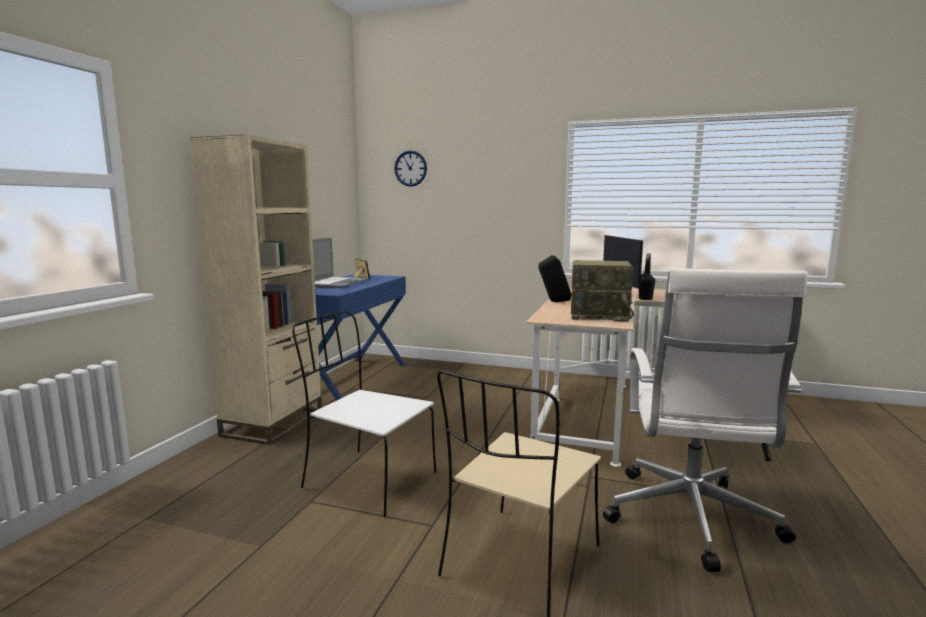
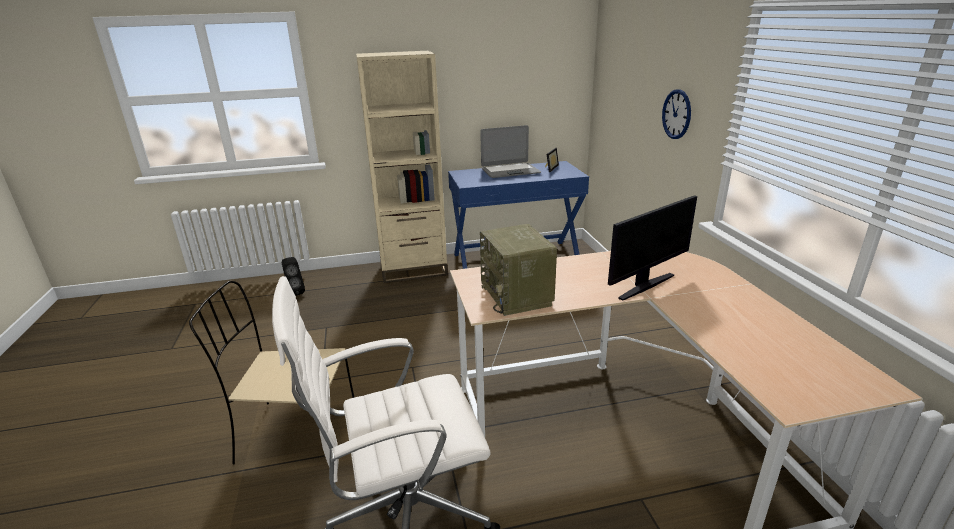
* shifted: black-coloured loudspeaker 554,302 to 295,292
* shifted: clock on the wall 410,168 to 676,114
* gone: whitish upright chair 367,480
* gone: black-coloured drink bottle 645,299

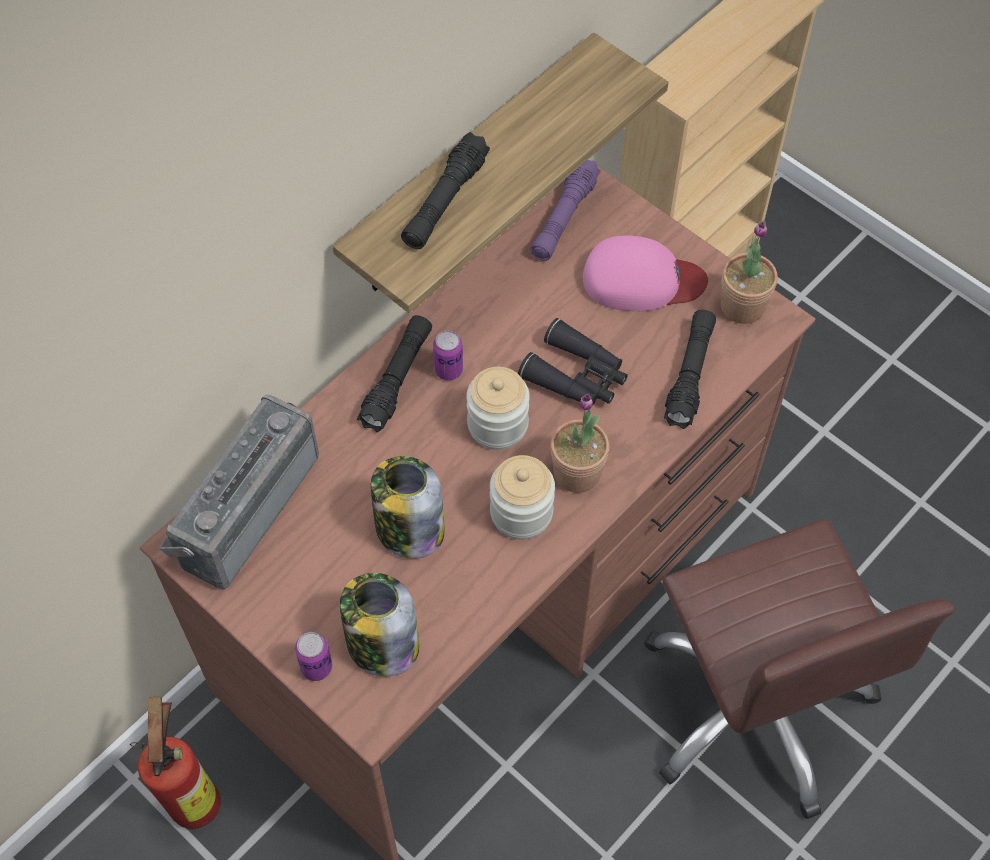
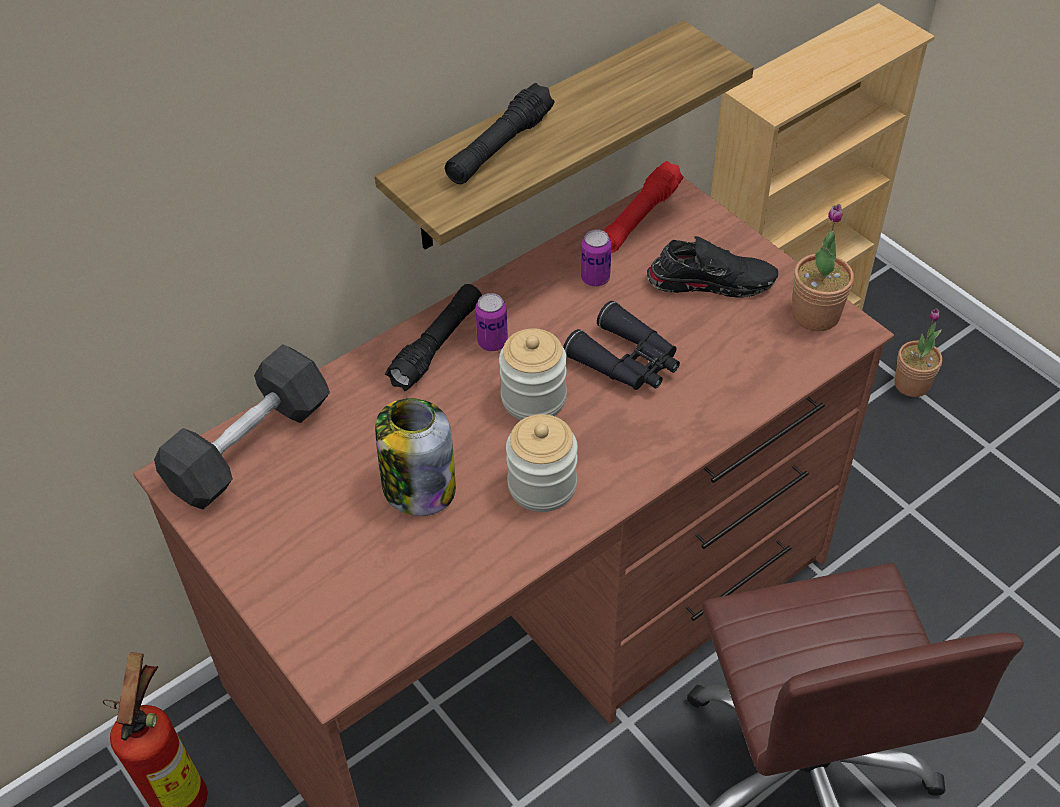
* swapped: radio set 243,507 to black-coloured dumbbell 249,446
* shifted: can 316,667 to 595,278
* repainted: purplish torch 564,218 to reddish torch 639,218
* swapped: pink peaked cap 641,280 to black-coloured low shoe 711,280
* shifted: potted plant 577,472 to 912,384
* gone: jar 381,643
* gone: black-coloured torch 690,375

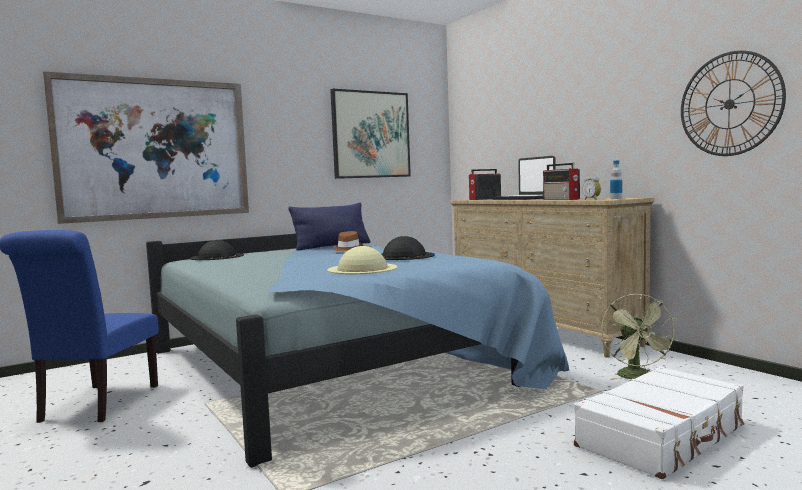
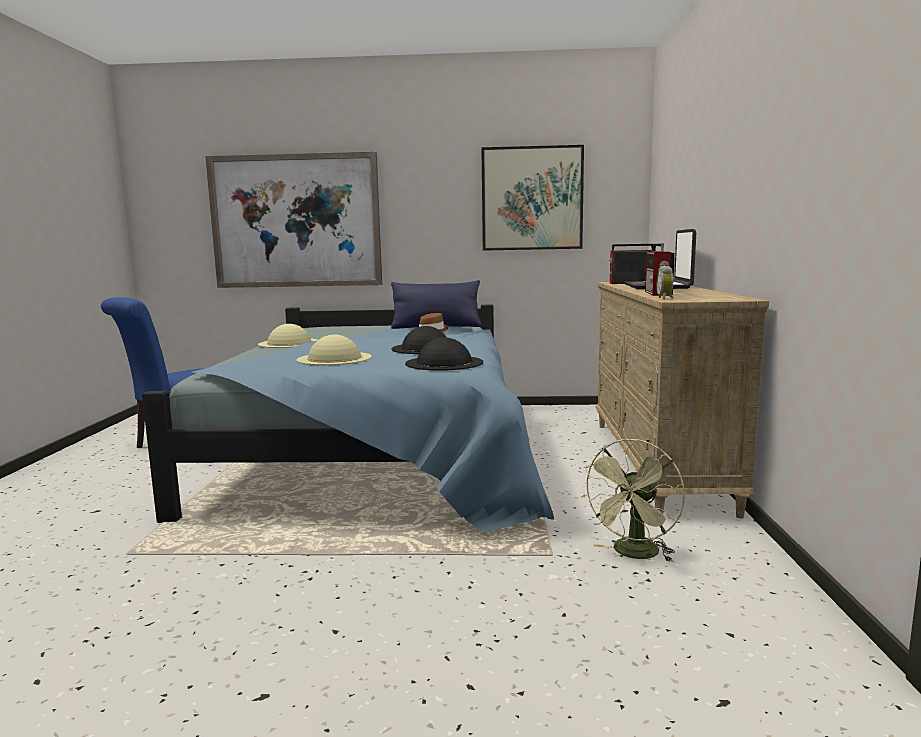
* new: beige-coloured clothing hat 289,343
* shifted: black-coloured clothing hat 217,256 to 444,363
* gone: whitish suitcase 662,436
* gone: drink bottle 616,198
* gone: clock on the wall 729,104

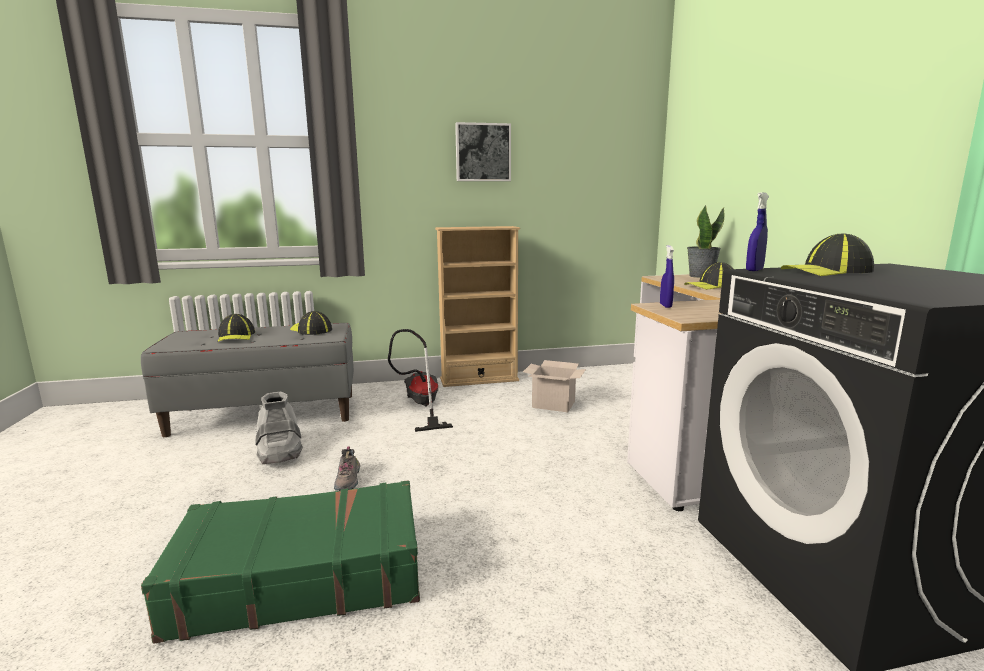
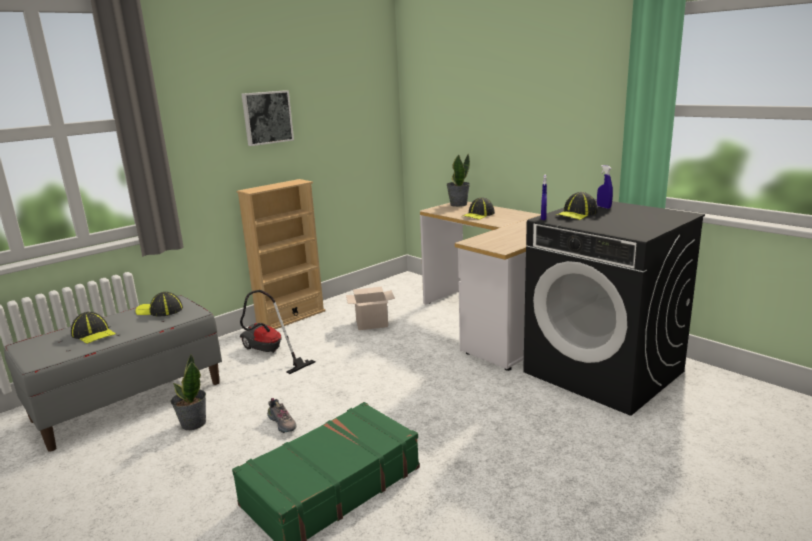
* swapped: greyish high-top boot 280,451 to potted plant 193,423
* shifted: blue-coloured sprayer 665,306 to 603,207

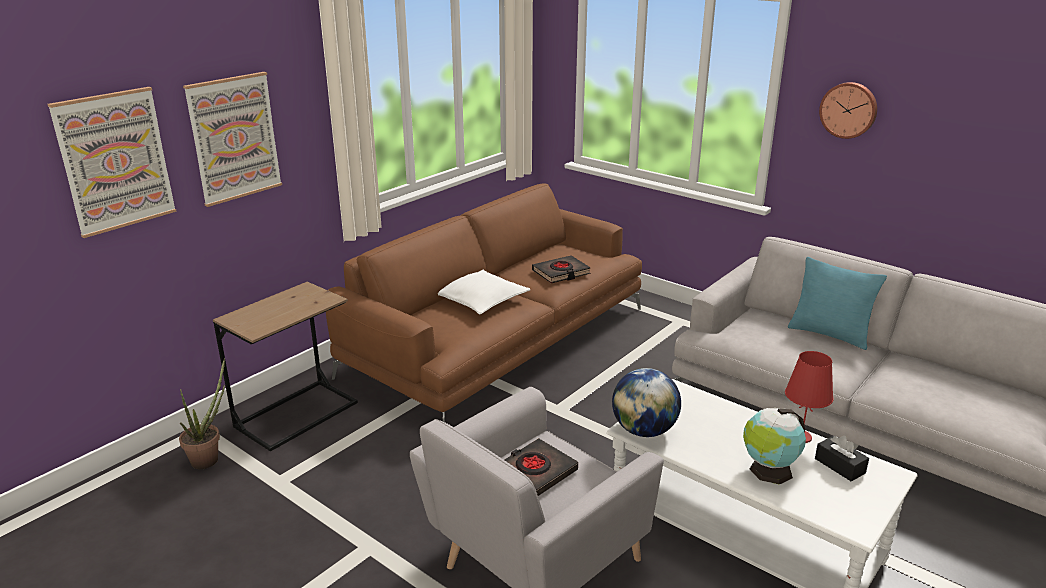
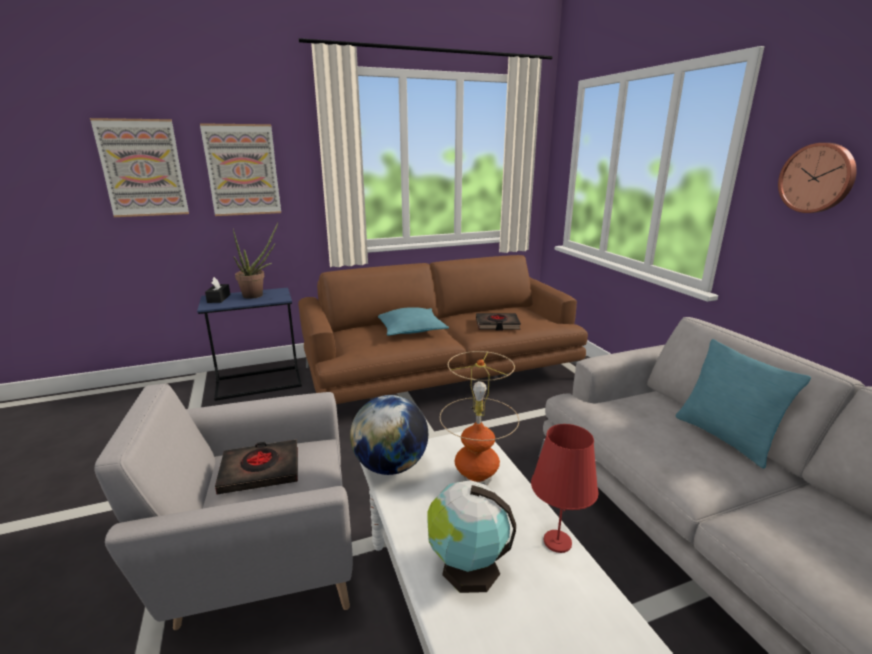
* repainted: brownish side table 296,414 to blue-coloured side table 259,383
* shifted: black-coloured tissue box 839,466 to 219,298
* shifted: potted plant 209,458 to 257,295
* repainted: whitish pillow 481,300 to blue-green pillow 411,329
* new: tabletop lamp 476,478

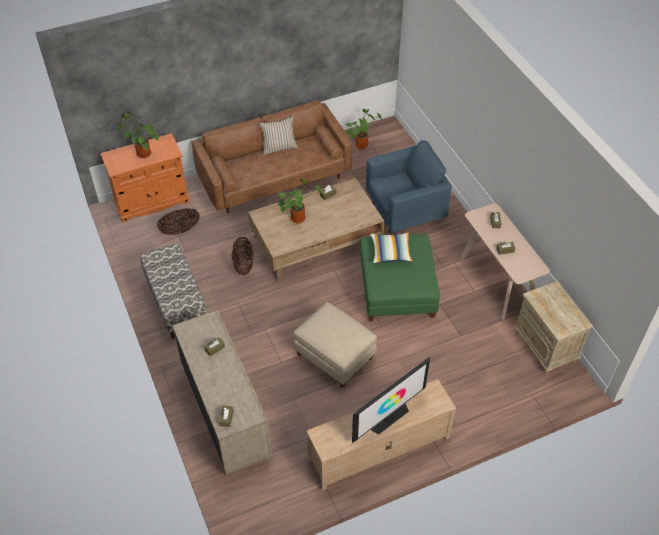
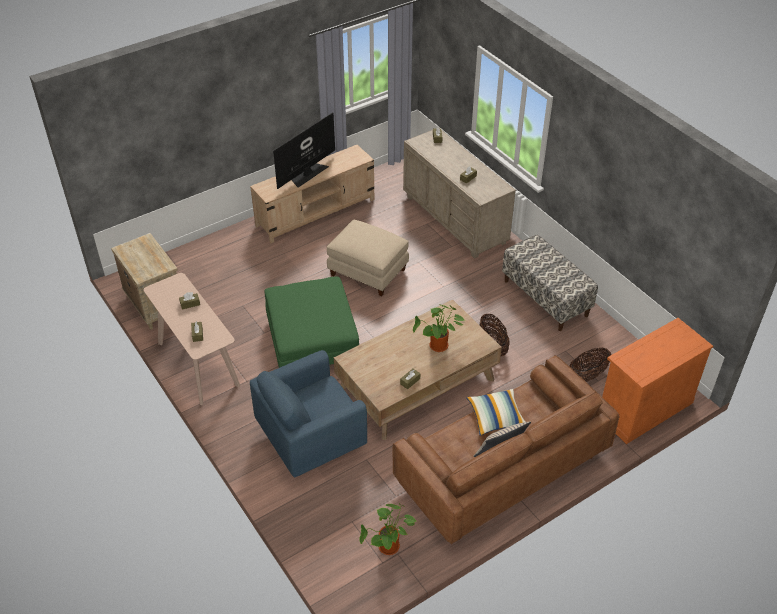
* shifted: pillow 391,252 to 496,417
* gone: potted plant 142,154

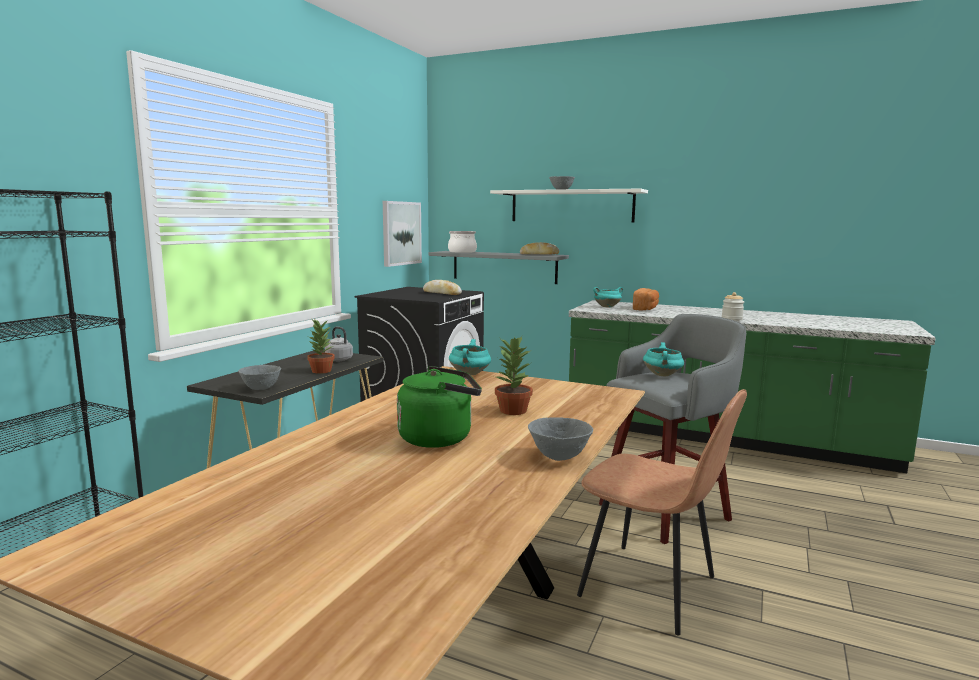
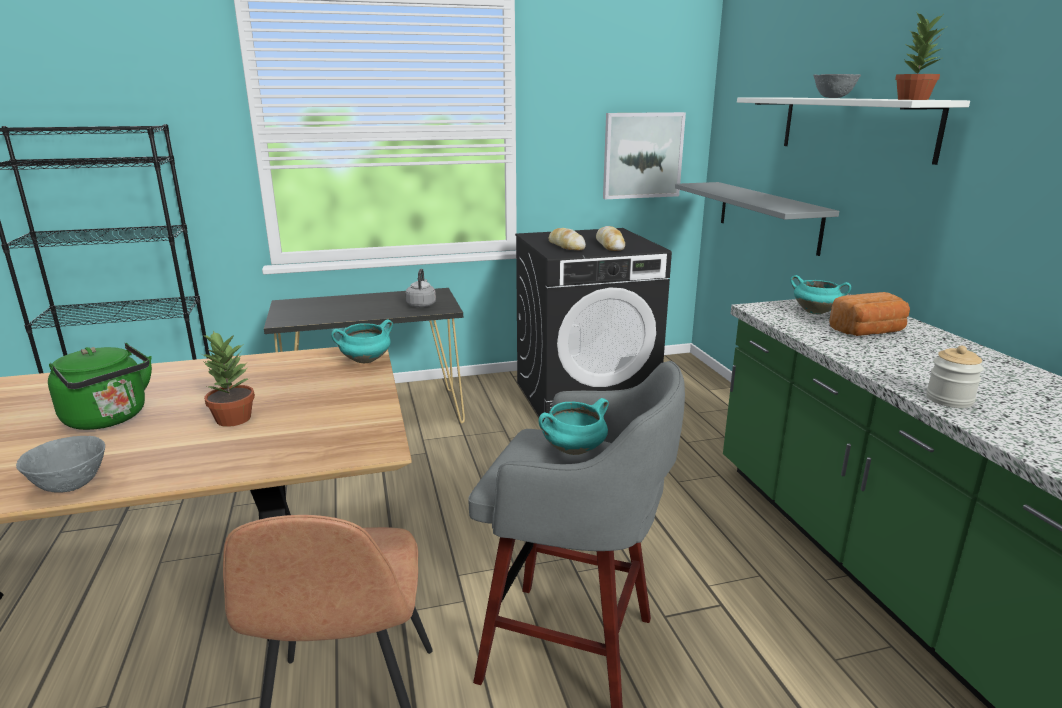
* shifted: bread 539,254 to 566,246
* shifted: potted plant 321,371 to 912,99
* gone: greyish bowl 261,388
* gone: stockpot 462,252

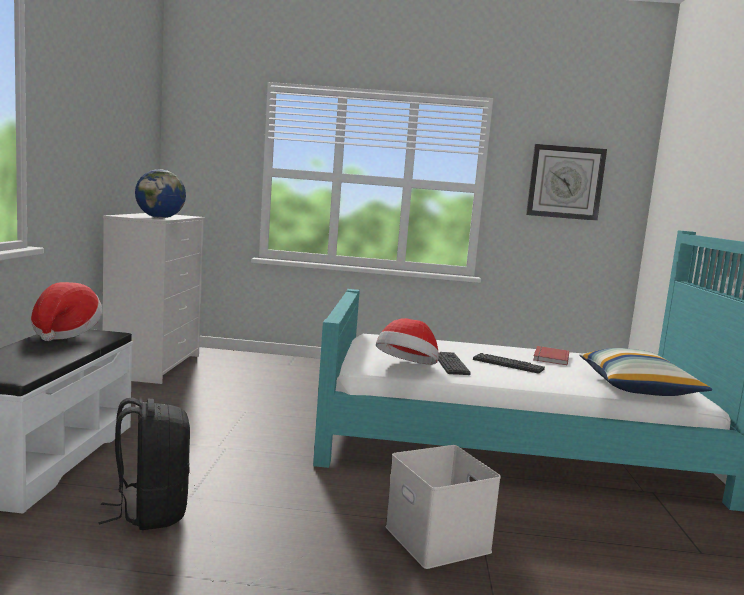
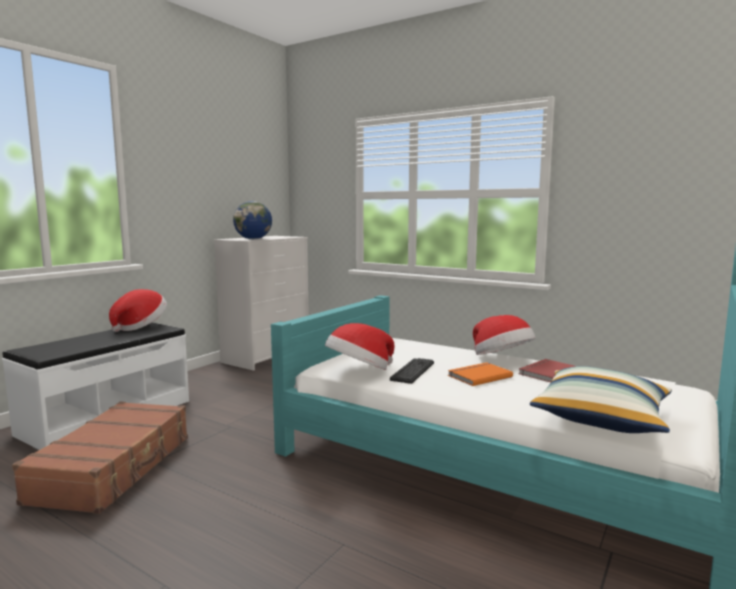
* swapped: black-coloured backpack 150,512 to brownish suitcase 115,468
* swapped: computer keyboard 508,364 to orange-coloured volume 478,376
* new: clothing hat 501,359
* gone: whitish storage box 434,538
* gone: clock on the wall 565,182

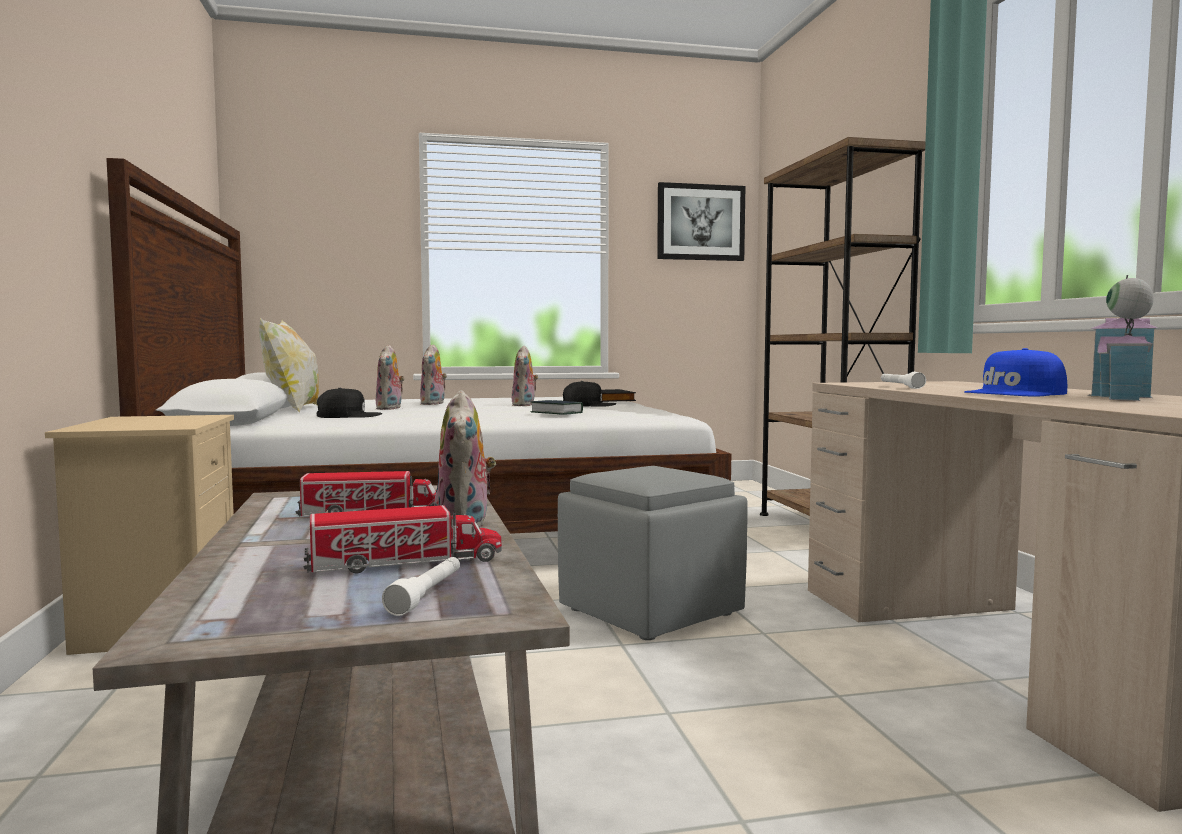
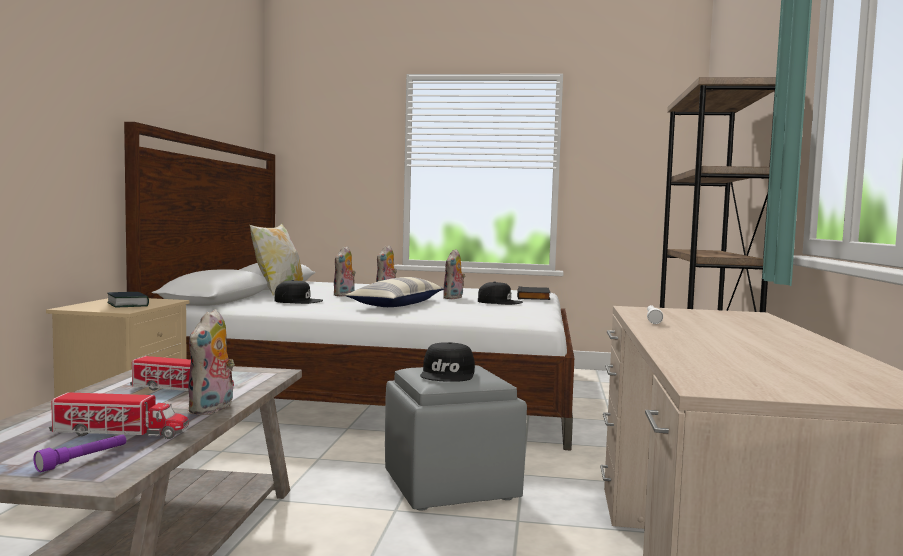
* repainted: whitish torch 427,596 to purplish torch 83,460
* shifted: volume 556,413 to 127,304
* new: pillow 397,304
* new: black-coloured peaked cap 448,374
* gone: wall art 700,222
* gone: blue-coloured peaked cap 1016,393
* gone: miniature house 1120,397

